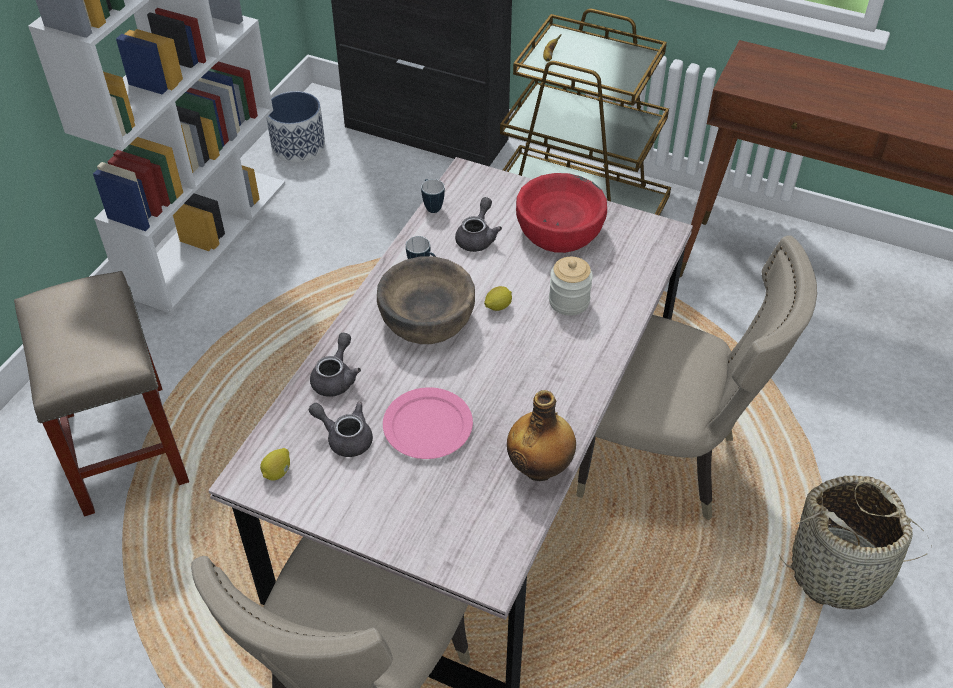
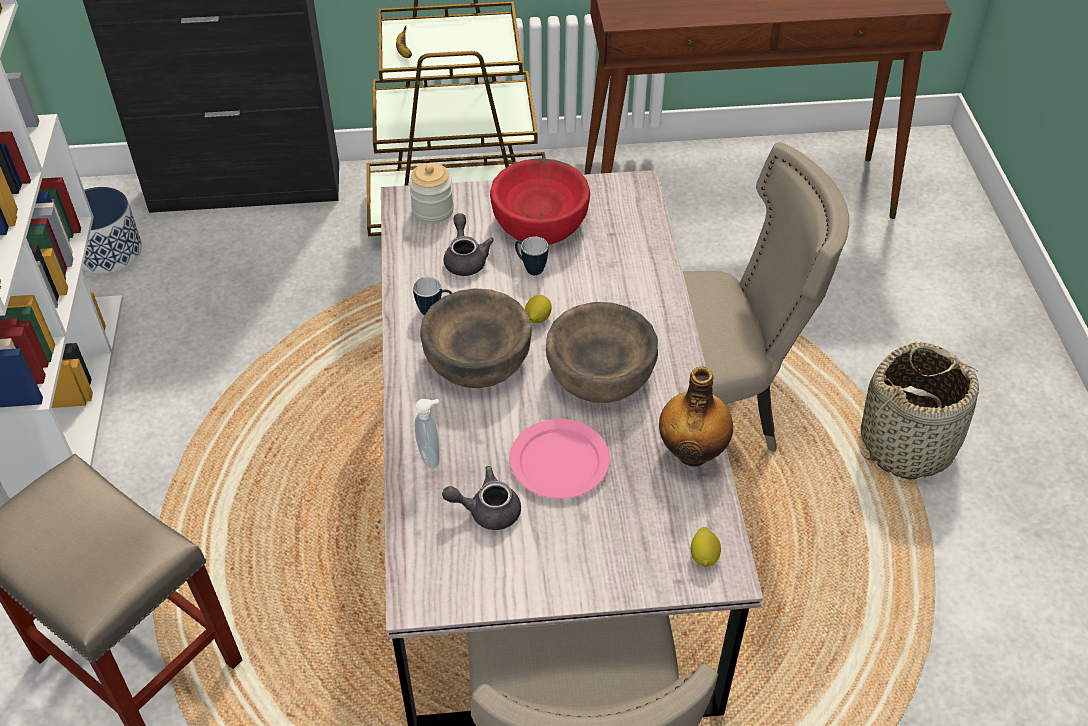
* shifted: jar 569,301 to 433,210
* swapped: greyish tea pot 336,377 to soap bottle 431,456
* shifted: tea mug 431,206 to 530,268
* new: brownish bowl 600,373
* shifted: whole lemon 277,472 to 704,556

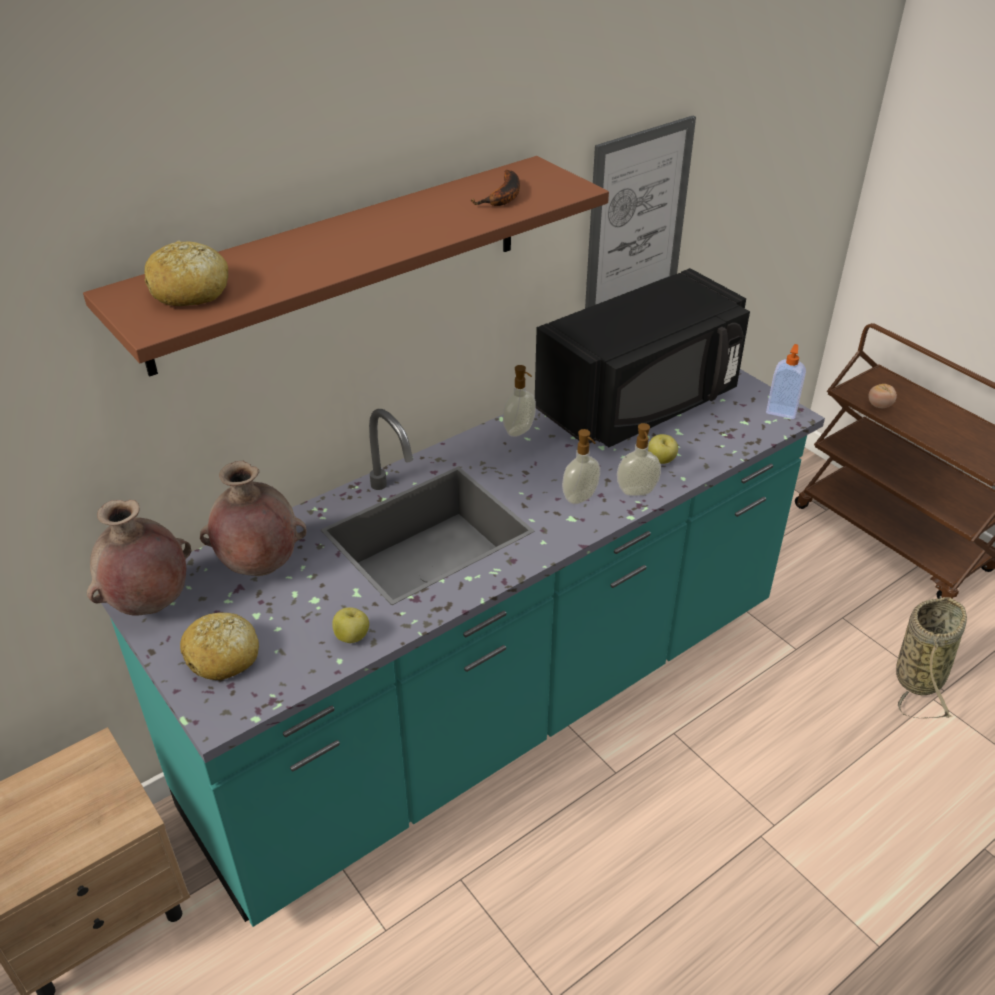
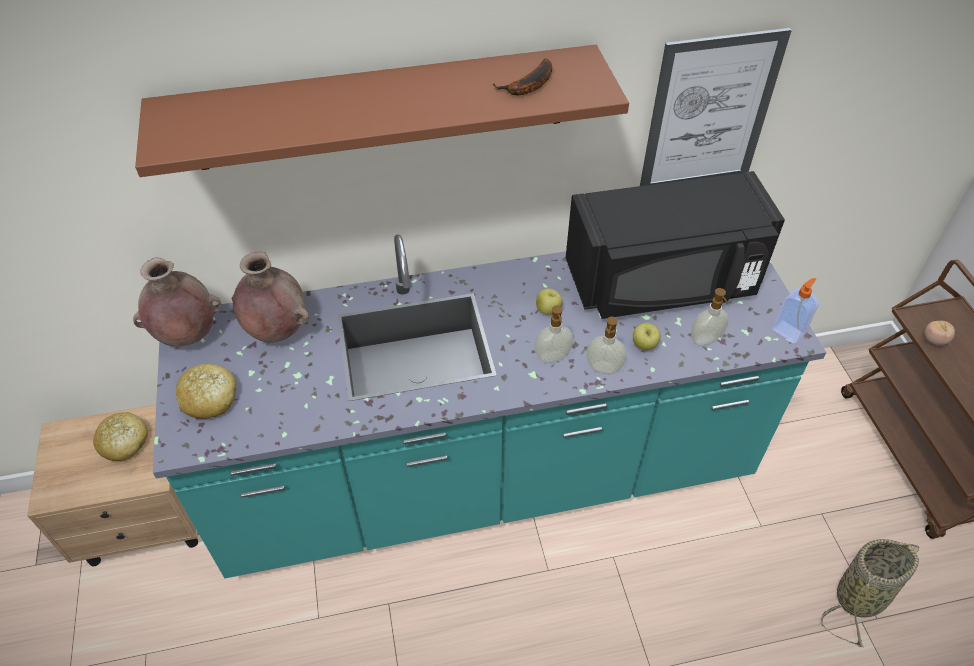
* shifted: bread 190,291 to 124,442
* shifted: whole apple 352,637 to 548,310
* shifted: soap bottle 520,431 to 705,340

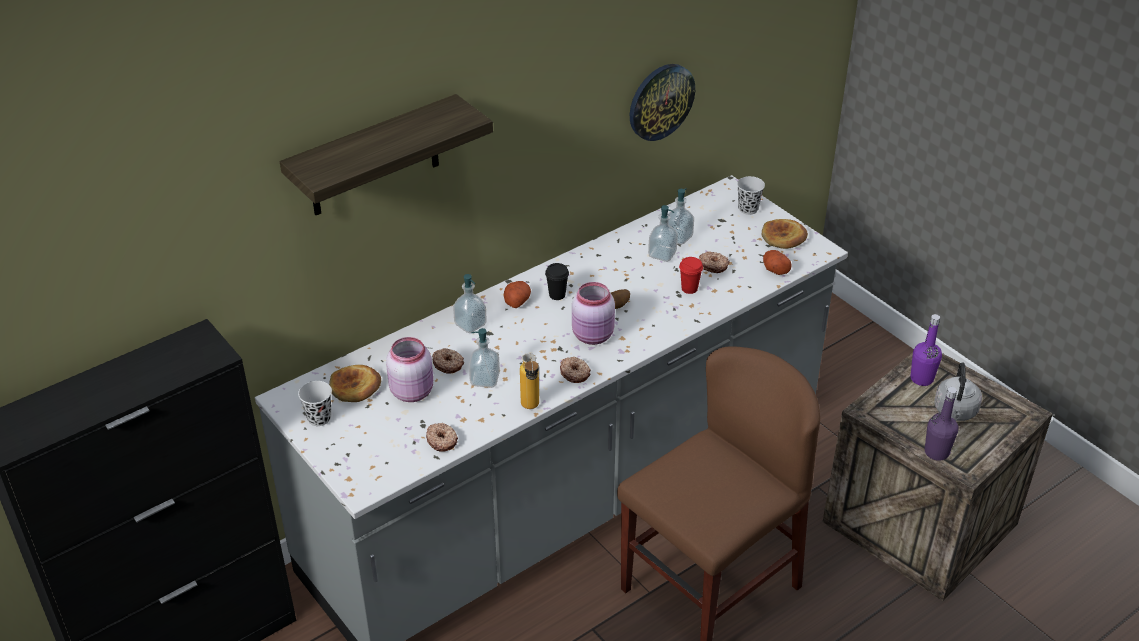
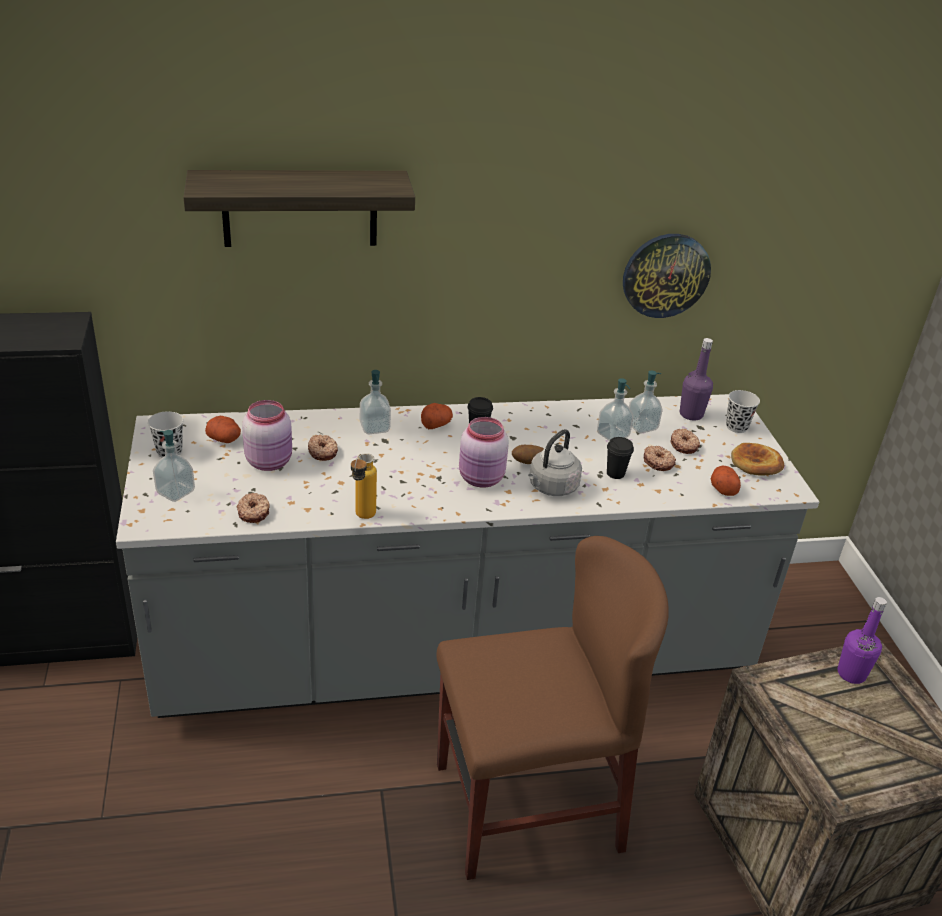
* shifted: soap bottle 485,379 to 175,492
* swapped: bread 355,386 to spud 225,439
* shifted: greyish kettle 955,412 to 551,488
* repainted: reddish small cup 689,289 to black-coloured small cup 615,473
* shifted: donut 575,373 to 684,445
* shifted: purplish drink bottle 936,452 to 691,414

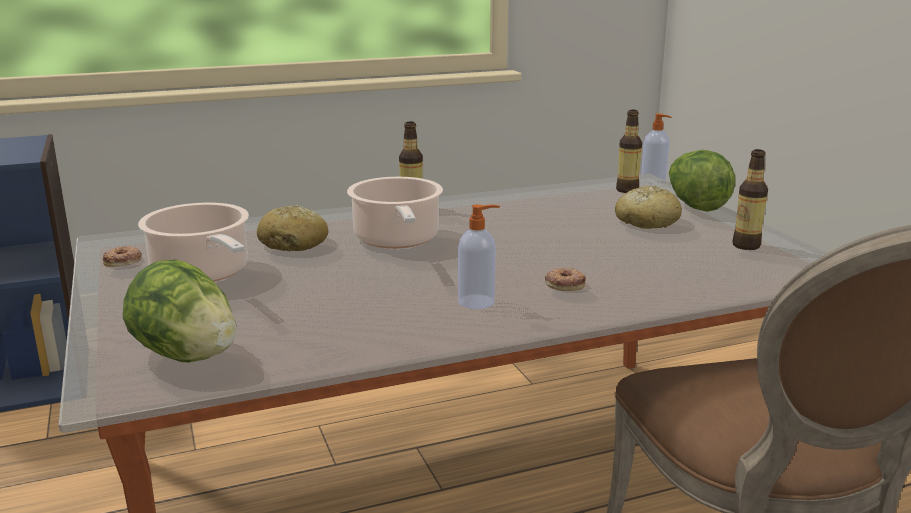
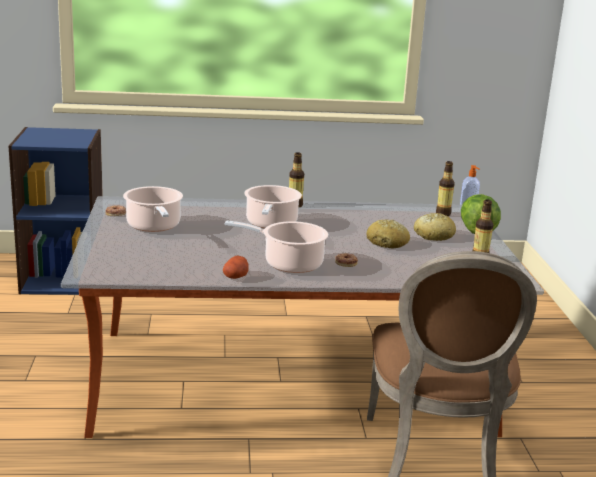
* new: spud 235,277
* swapped: soap bottle 478,302 to stockpot 289,264
* shifted: bread 294,243 to 387,243
* gone: head of lettuce 186,355

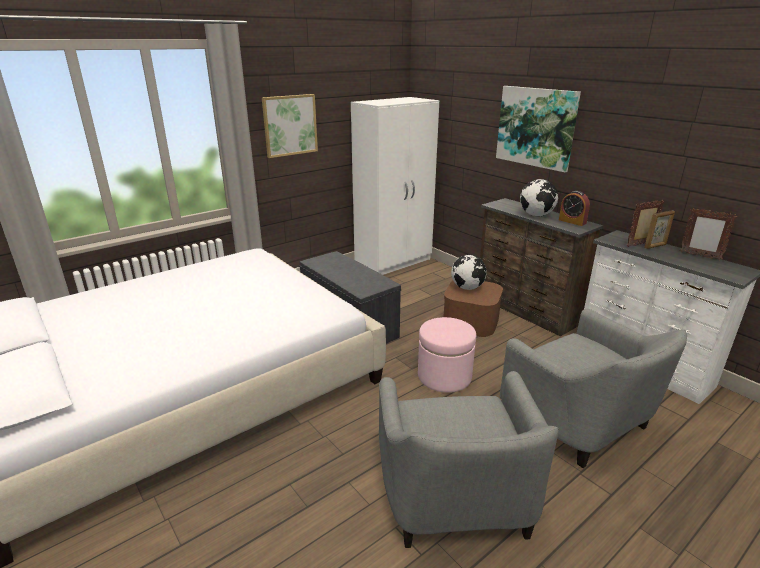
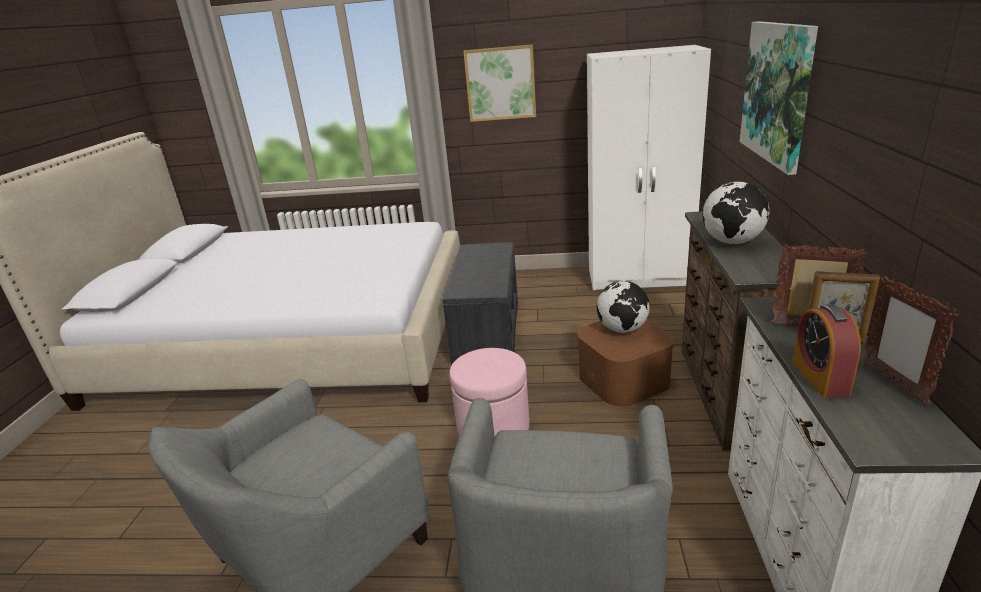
* shifted: bedside clock 572,221 to 820,377

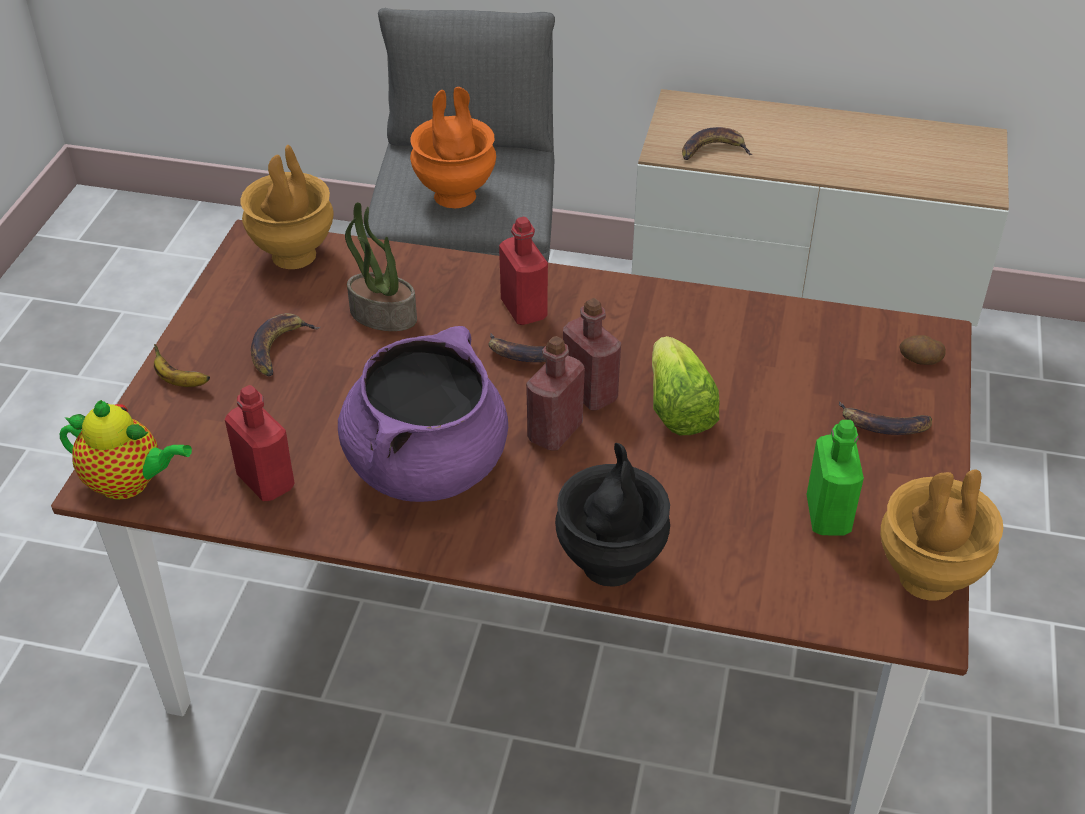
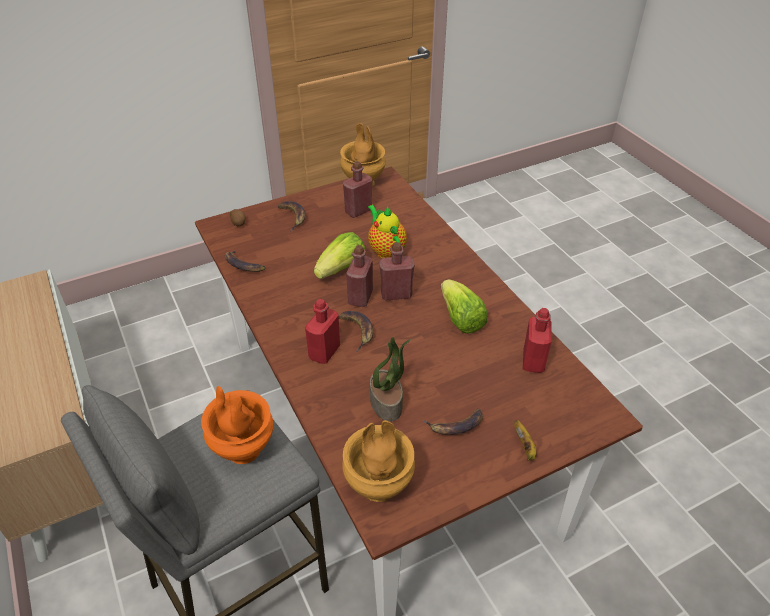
* shifted: whole banana 713,150 to 243,265
* repainted: greenish drink bottle 828,515 to reddish drink bottle 358,211
* shifted: tea pot 129,483 to 386,250
* swapped: purplish stockpot 427,465 to head of lettuce 460,319
* gone: black-coloured vase 611,566

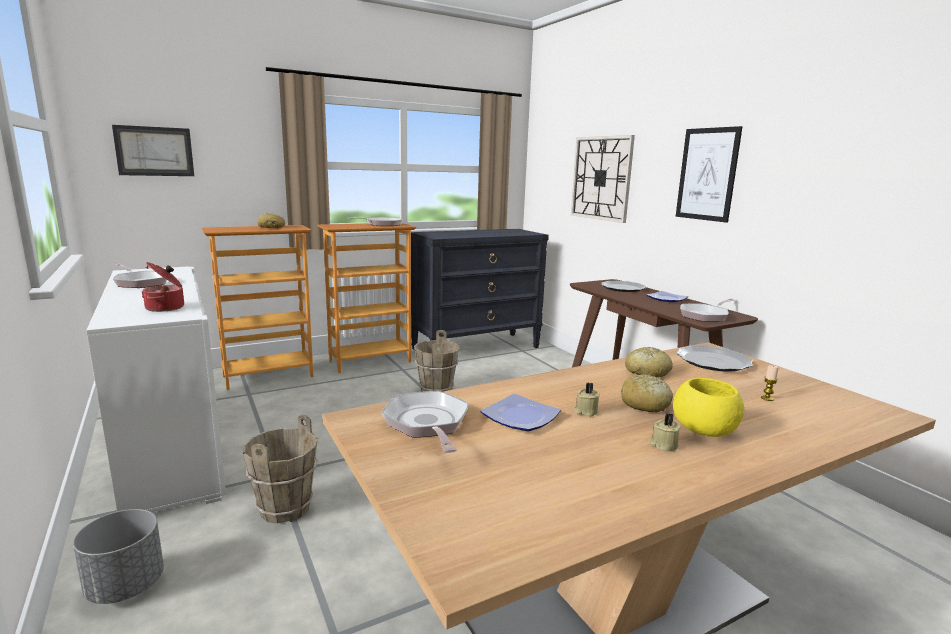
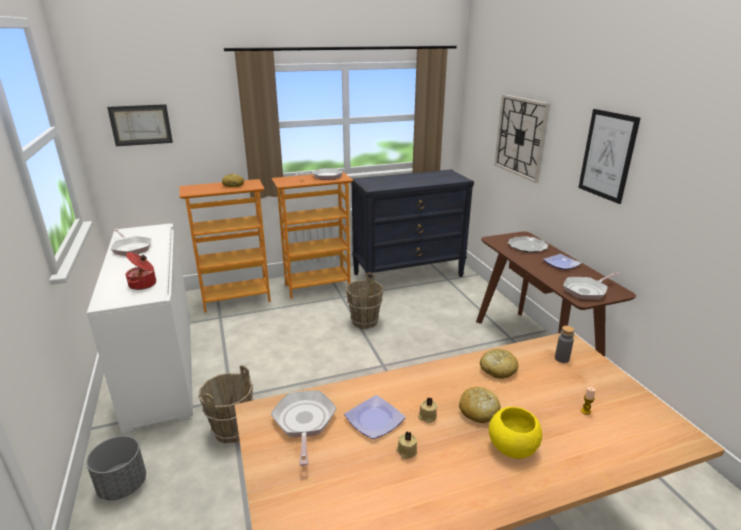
* shifted: beige-coloured wax candle 663,445 to 406,451
* swapped: flat dish 713,361 to greyish drink bottle 562,359

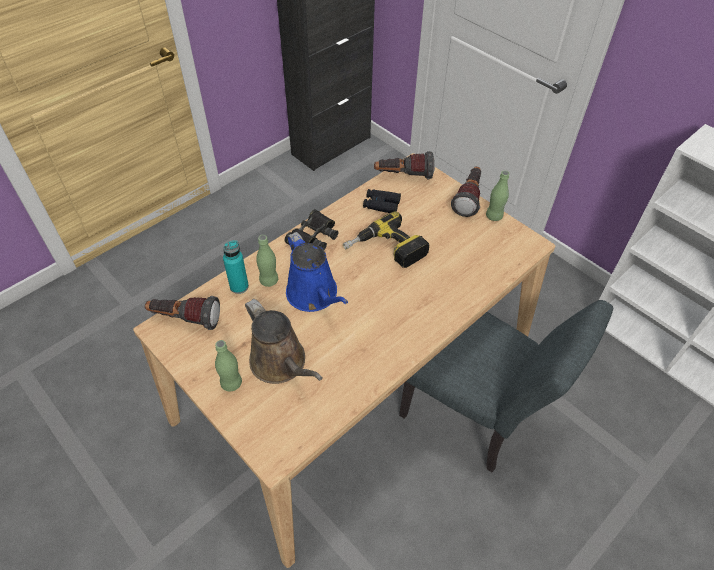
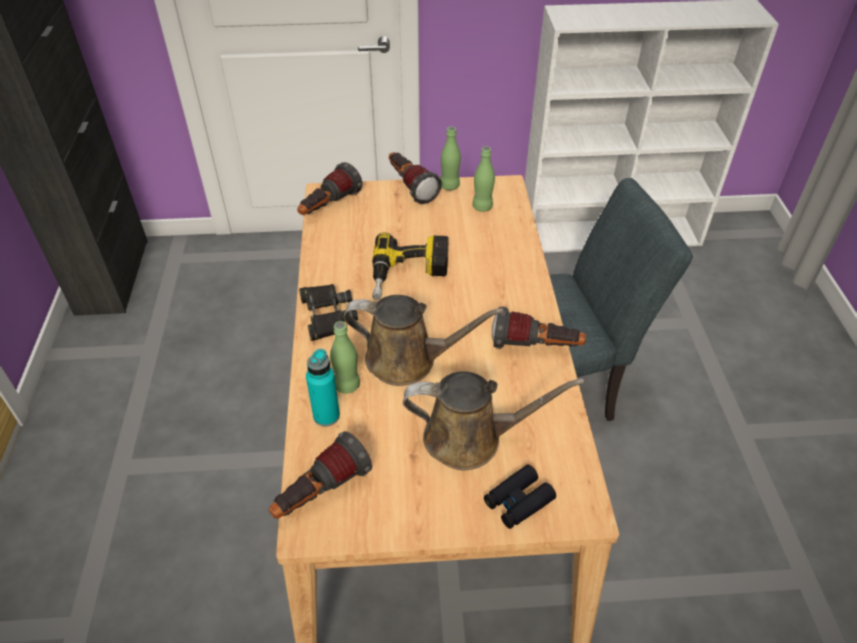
* repainted: blue-coloured watering pot 314,295 to brownish watering pot 408,360
* shifted: greenish drink bottle 231,383 to 482,207
* shifted: black-coloured field glasses 381,204 to 518,501
* new: torch 536,347

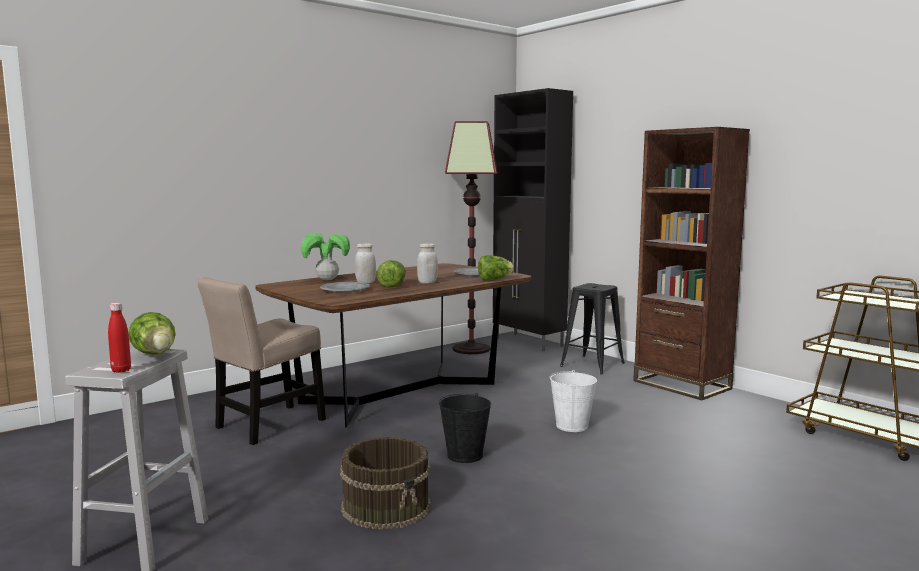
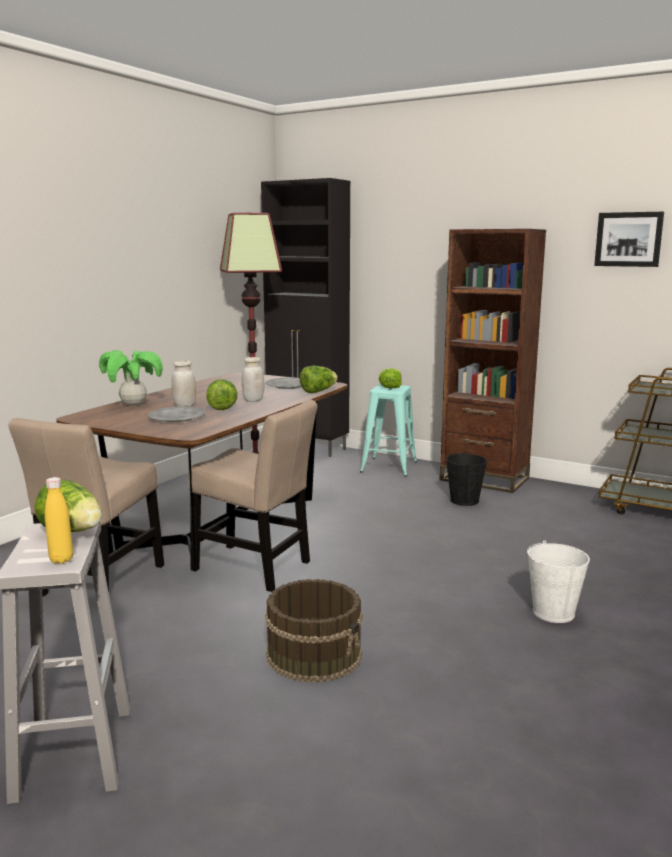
* repainted: reddish drink bottle 121,370 to yellow drink bottle 61,560
* new: beige-coloured upright chair 256,568
* repainted: black-coloured stool seat 592,365 to blue-green stool seat 389,467
* new: head of lettuce 390,387
* shifted: black-coloured water bucket 465,455 to 464,500
* shifted: whitish water bucket 572,426 to 553,612
* new: wall art 628,239

